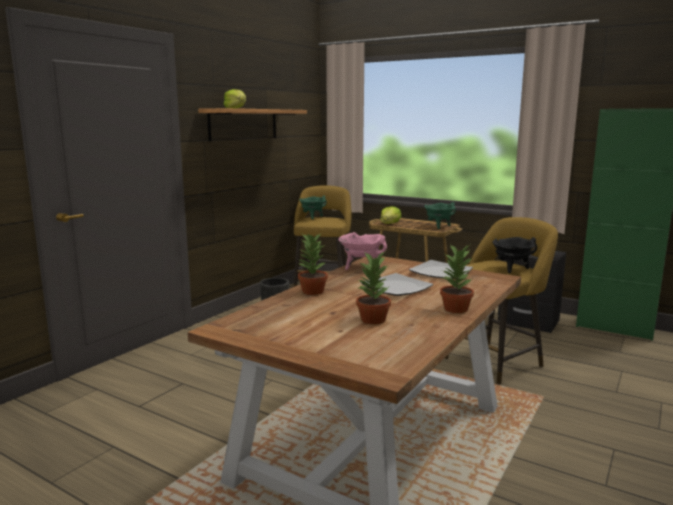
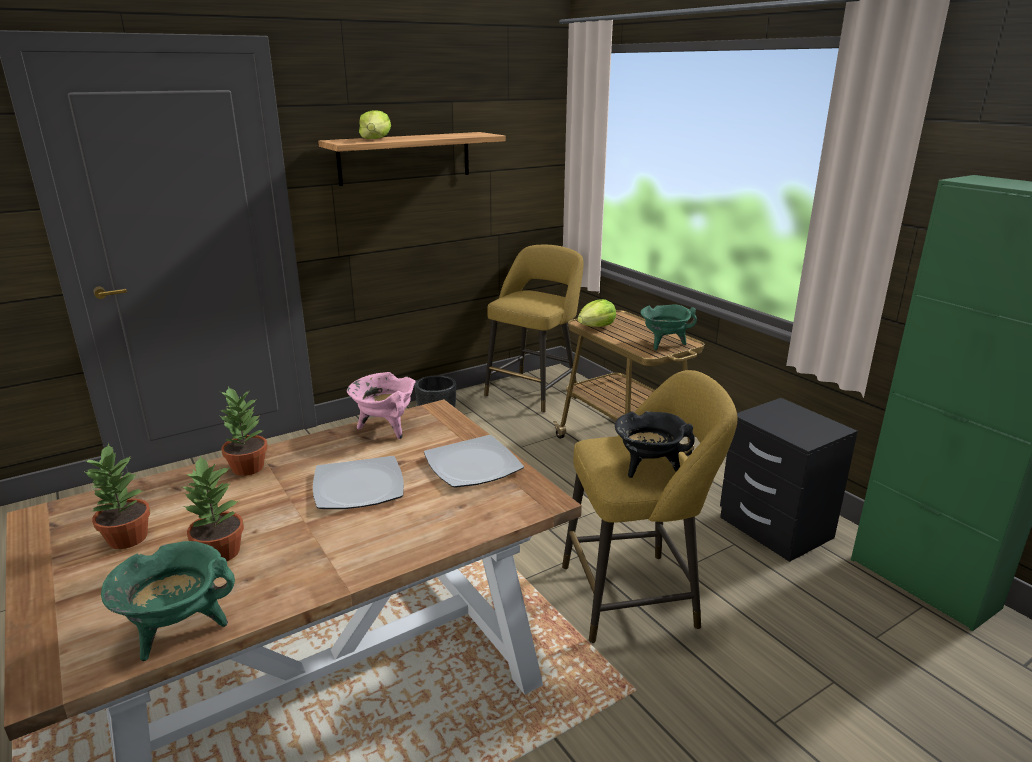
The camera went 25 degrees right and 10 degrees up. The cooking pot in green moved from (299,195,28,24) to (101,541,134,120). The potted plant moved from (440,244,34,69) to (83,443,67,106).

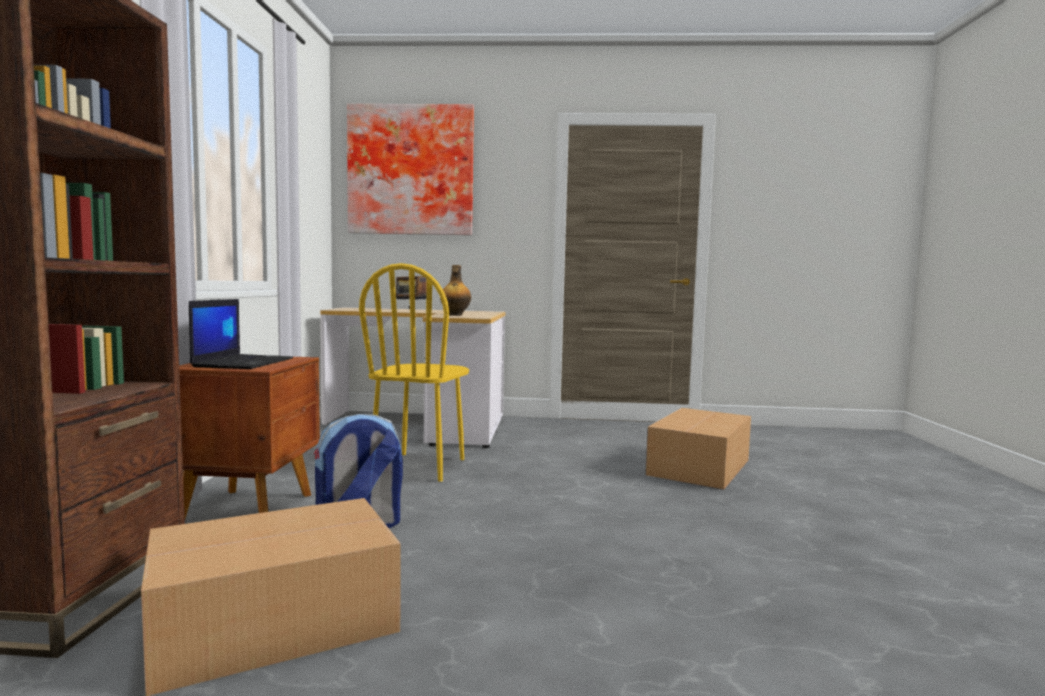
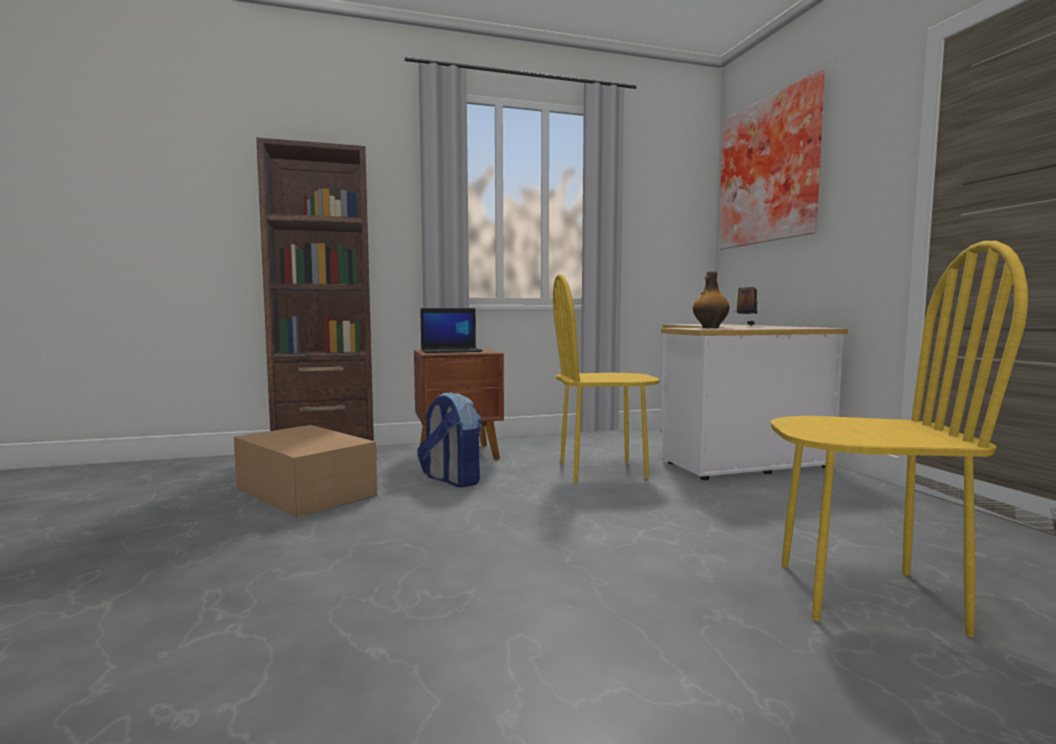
The camera went 70 degrees right and 0 degrees up. The cardboard box at (646,408,105,82) was replaced by the chair in yellow at (770,241,258,396).

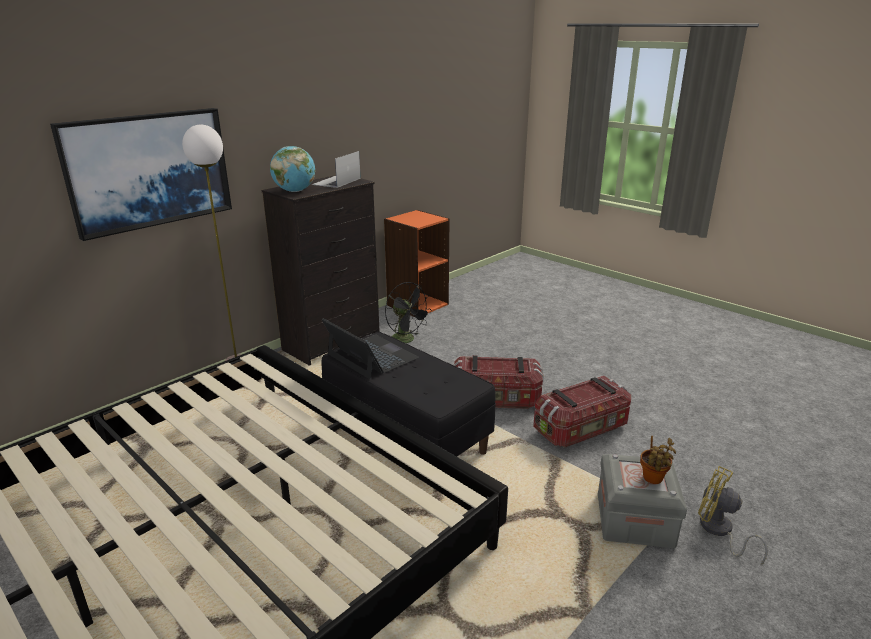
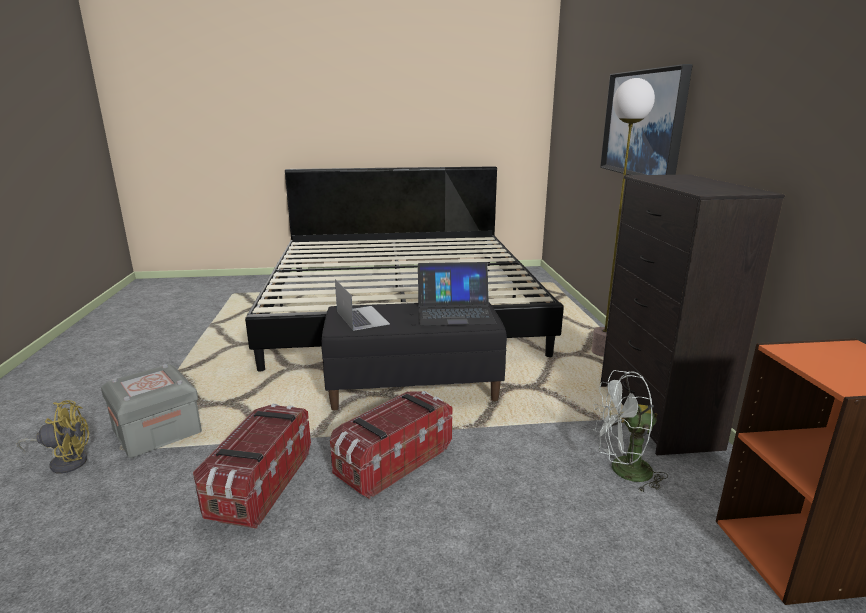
The camera went 130 degrees right and 5 degrees down. The globe at (270,146,45,46) disappeared. The potted plant at (640,436,36,48) disappeared. The laptop moved from (312,151,49,37) to (335,279,55,52). The fan in black at (385,282,47,61) became the fan in white at (593,370,75,122).

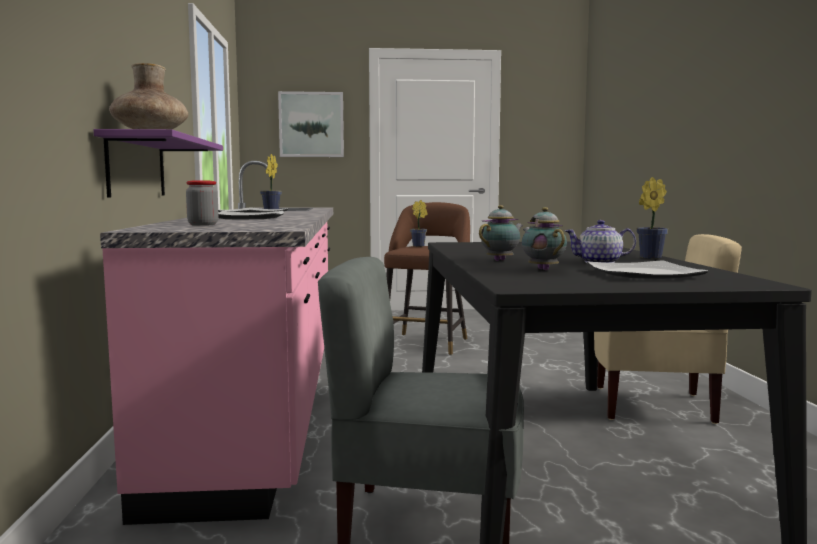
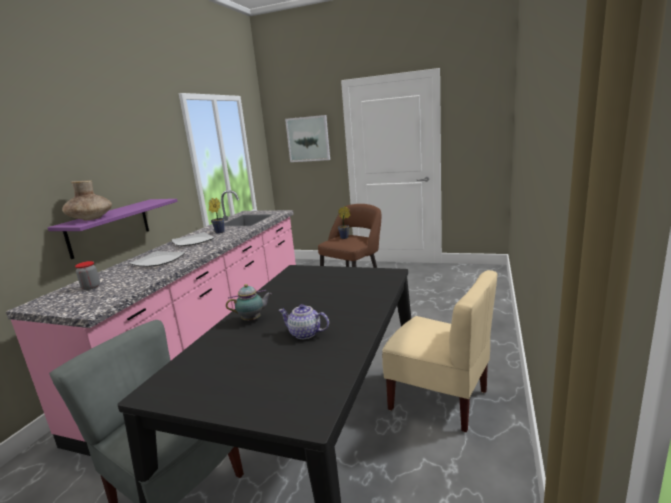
The camera went 25 degrees right and 10 degrees up. The teapot at (522,207,45,63) disappeared. The plate at (587,260,122,19) disappeared. The potted plant at (637,177,31,82) disappeared.

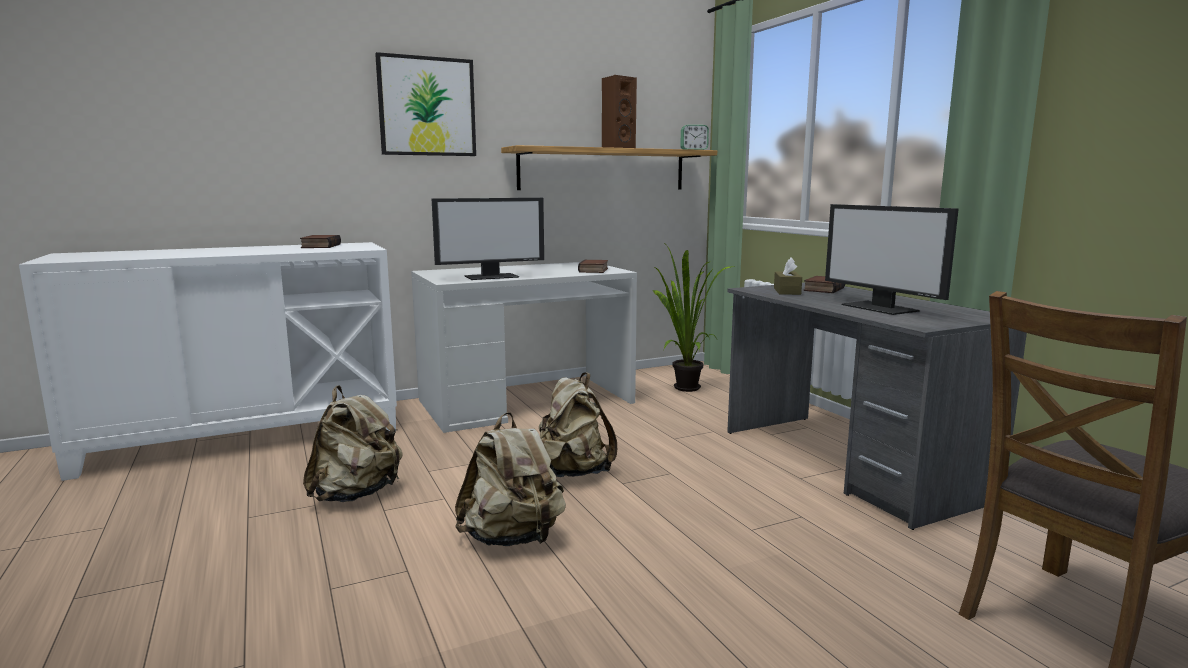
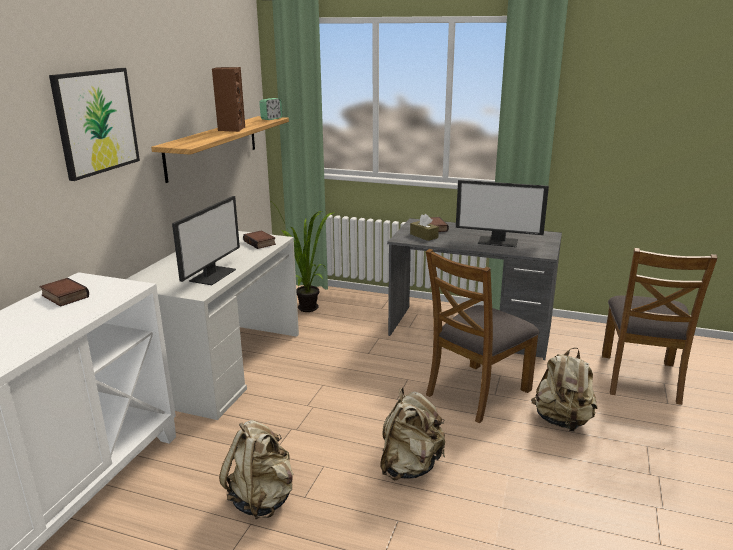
The camera went 45 degrees left and 10 degrees up. The chair in brown at (426,249,114,174) appeared. The backpack in beige moved from (539,372,78,105) to (531,347,67,84).

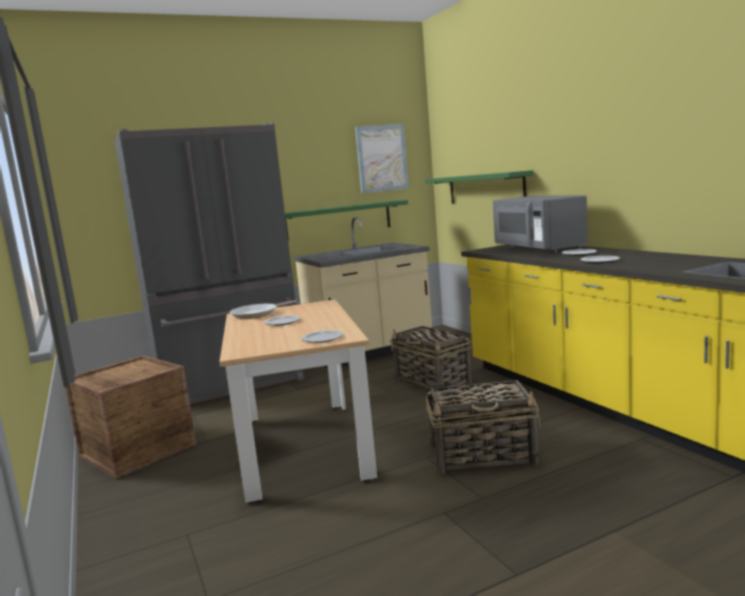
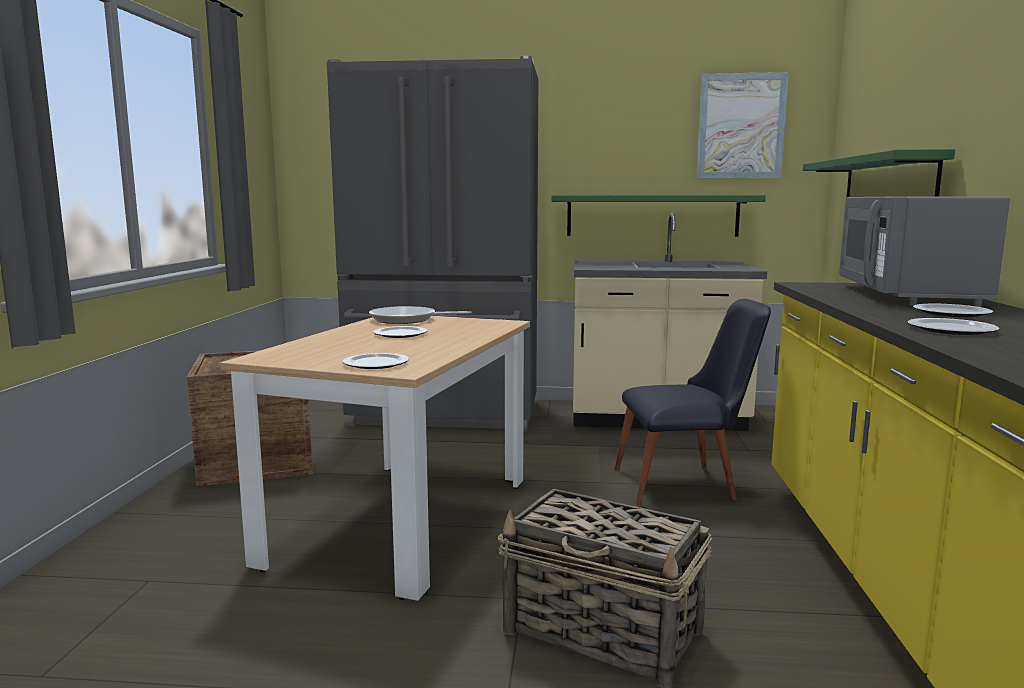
The camera went 30 degrees right and 0 degrees up. The basket at (390,326,82,63) was replaced by the chair in black at (615,299,156,206).

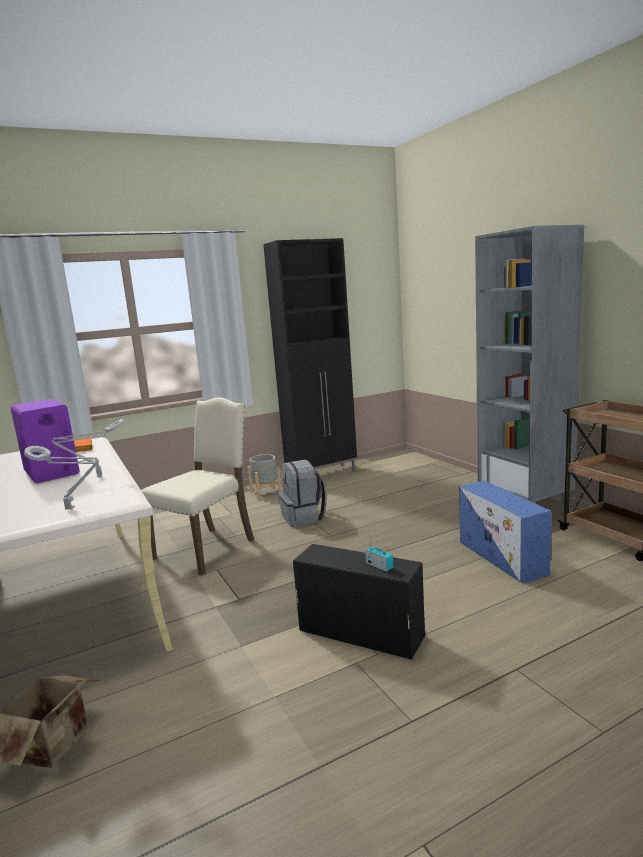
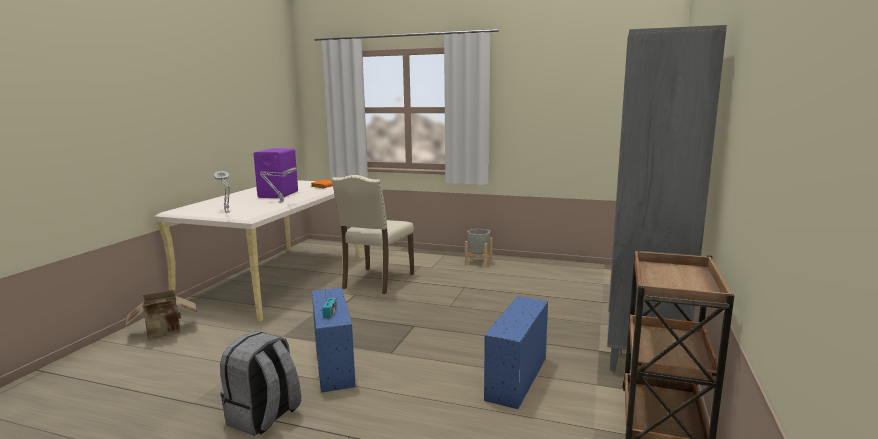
The camera went 45 degrees right and 0 degrees up. The cabinet in black at (263,238,94,234) disappeared. The backpack in grey moved from (278,459,49,68) to (220,331,81,105). The storage box in black at (293,544,132,116) became the storage box in blue at (312,287,43,106). The chair in beige at (141,398,113,177) turned 120 degrees clockwise.

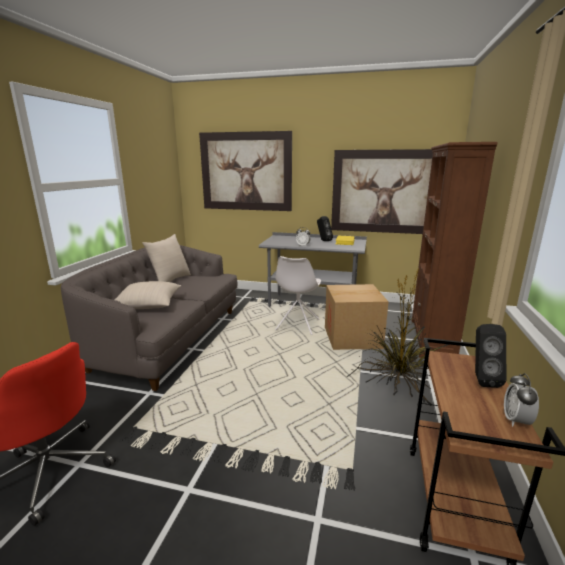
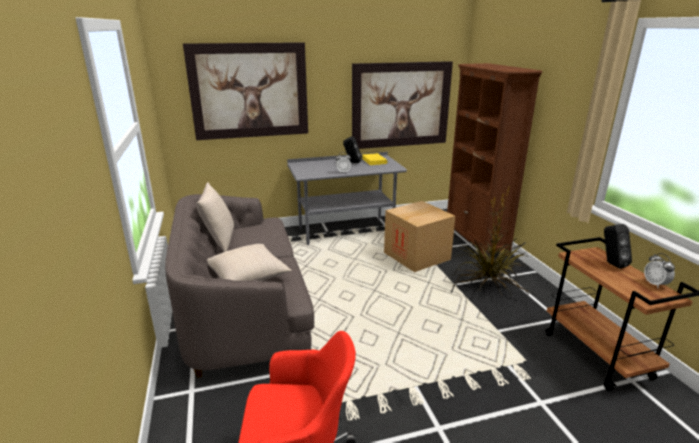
The camera went 30 degrees left and 5 degrees up. The chair in white at (275,256,46,79) disappeared.

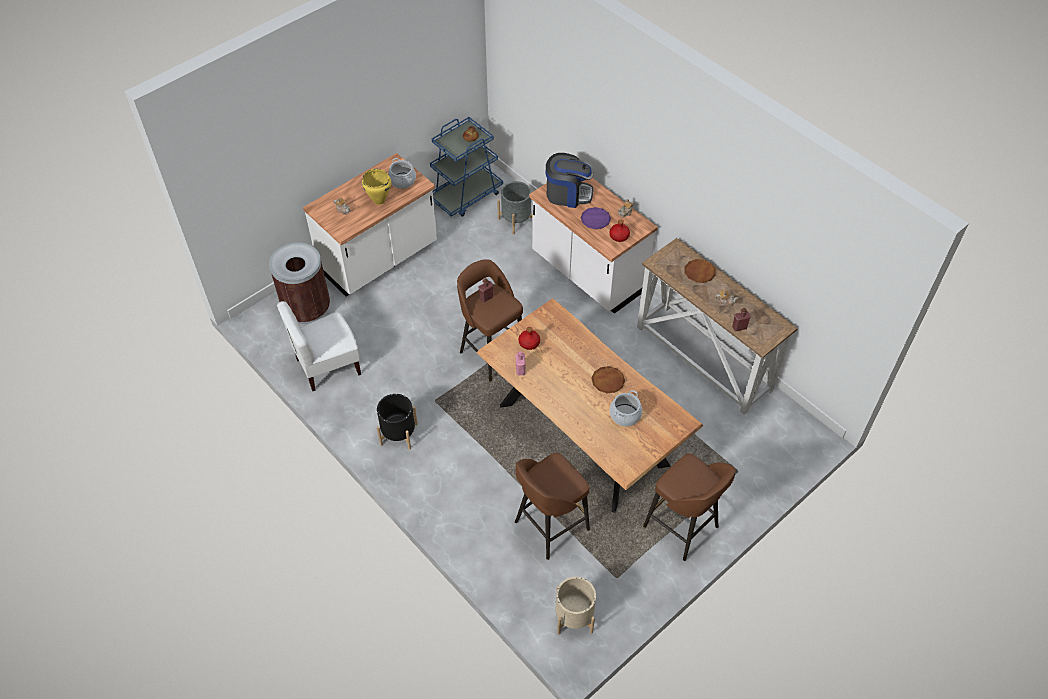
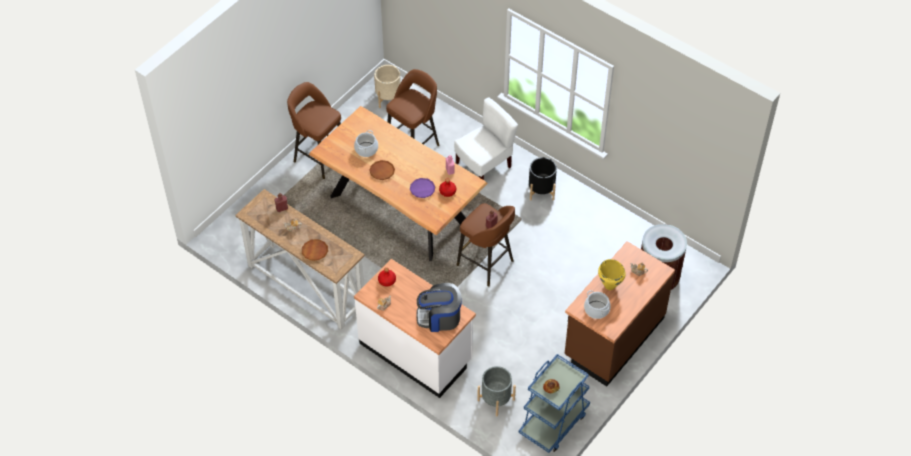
The camera went 170 degrees right and 0 degrees up. The chair in white moved from (277,301,84,90) to (454,97,64,83). The plate in purple moved from (581,207,30,22) to (410,178,25,20). The counter in white at (303,153,134,144) became the counter in brown at (565,241,110,145).

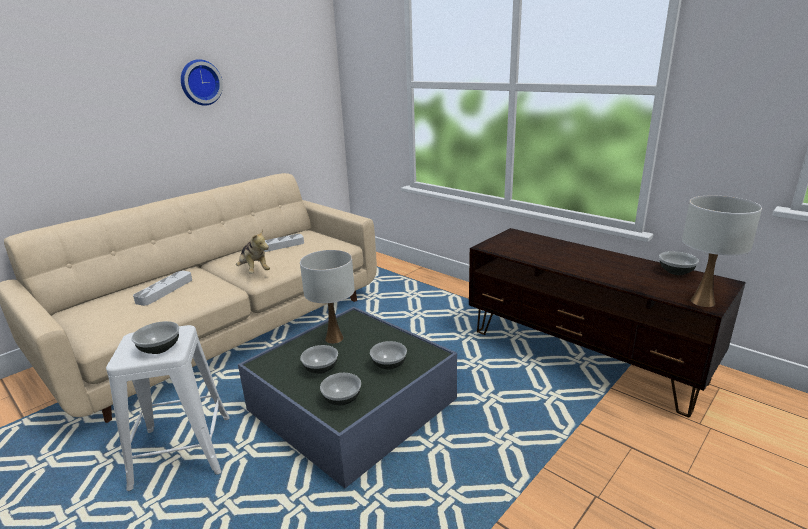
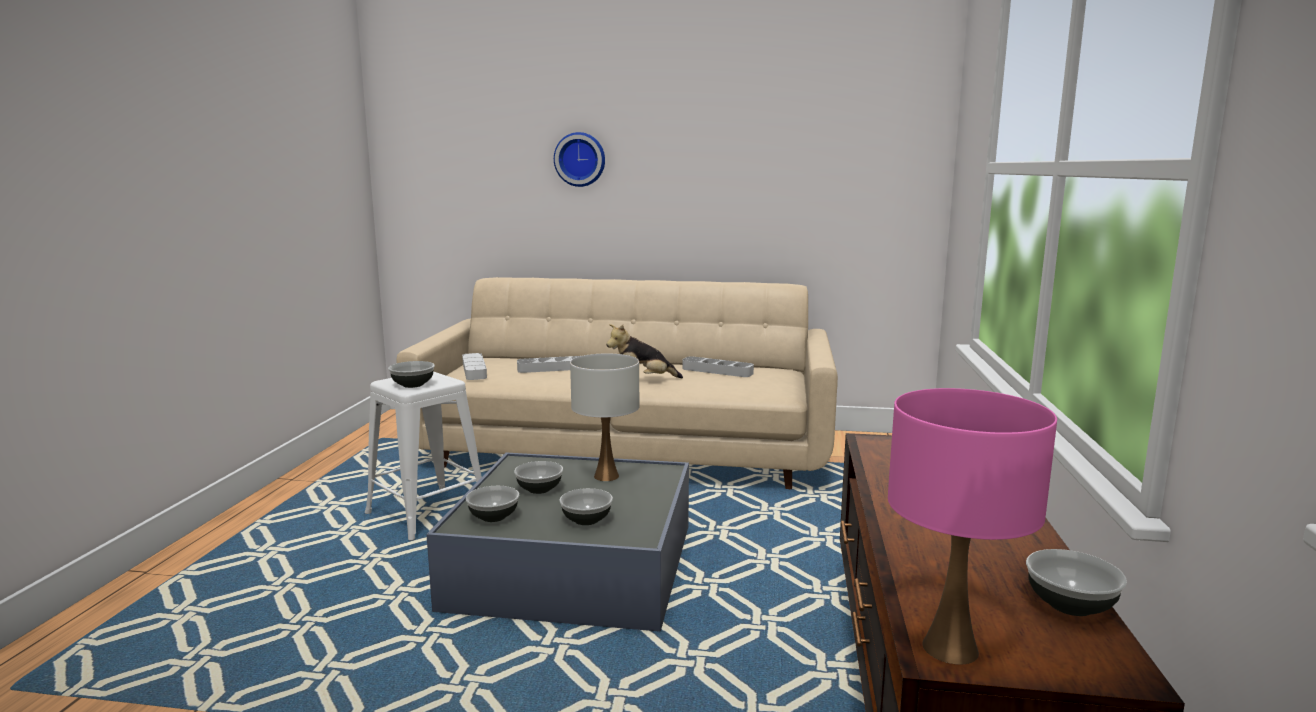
The camera went 55 degrees right and 10 degrees down. The tray in grey at (462,353,25,27) appeared. The wall clock moved from (181,59,42,47) to (554,132,51,55). The table lamp in white at (682,195,80,112) became the table lamp in pink at (888,388,169,277). The plush toy at (236,229,34,45) turned 60 degrees clockwise.

